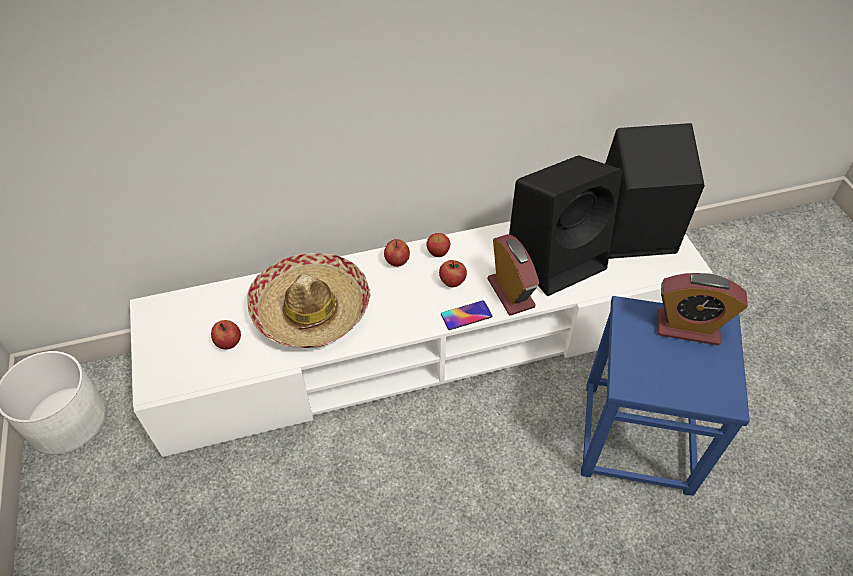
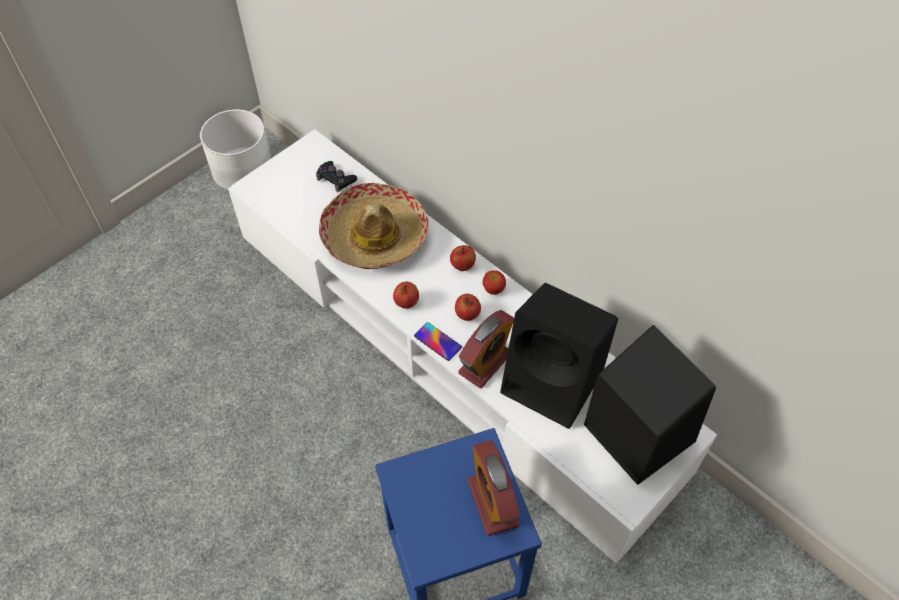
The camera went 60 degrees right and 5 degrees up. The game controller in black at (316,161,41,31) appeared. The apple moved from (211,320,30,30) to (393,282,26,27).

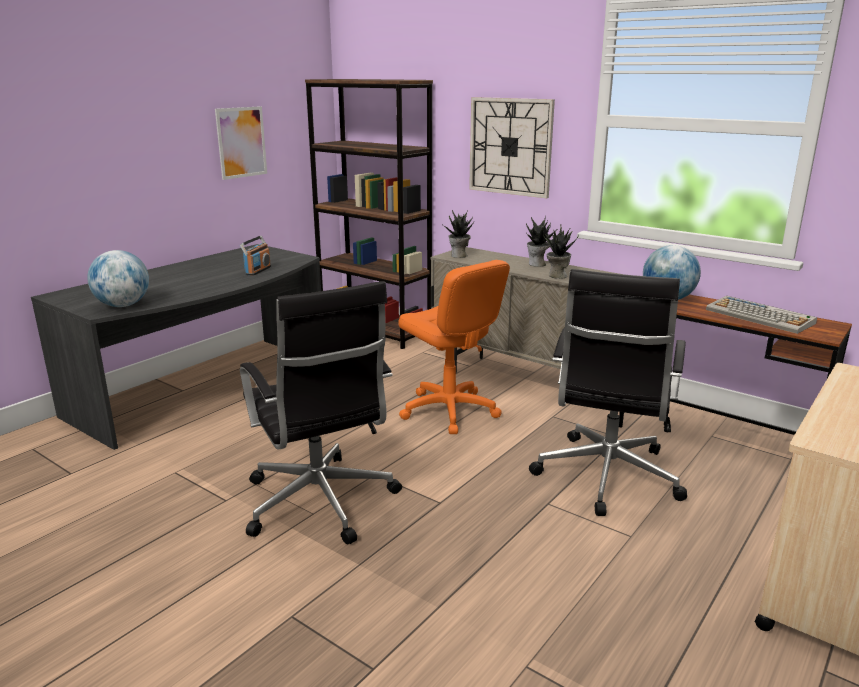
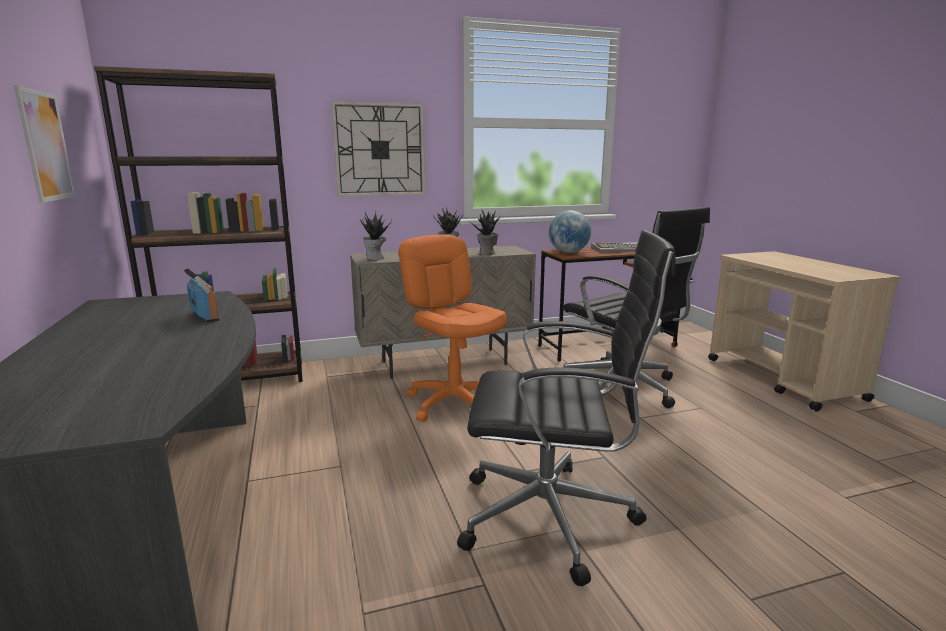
The camera went 55 degrees left and 5 degrees down. The globe at (87,250,62,57) disappeared. The office chair in orange at (398,260,112,174) turned 120 degrees counterclockwise.

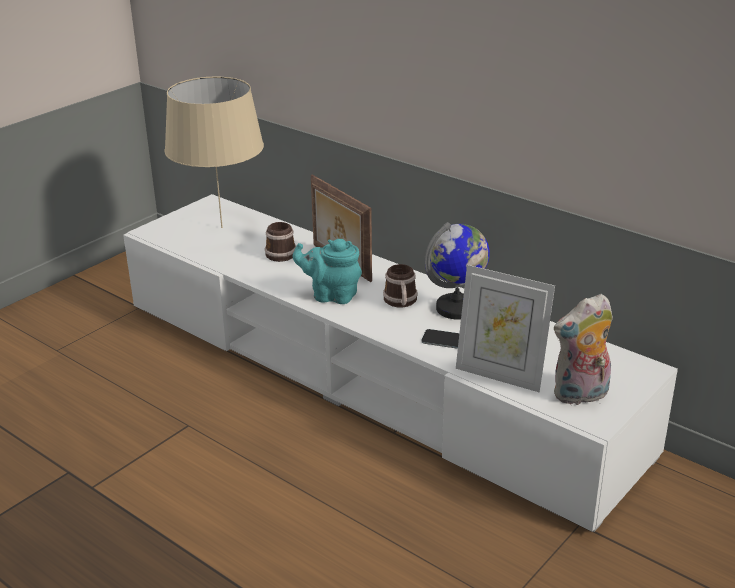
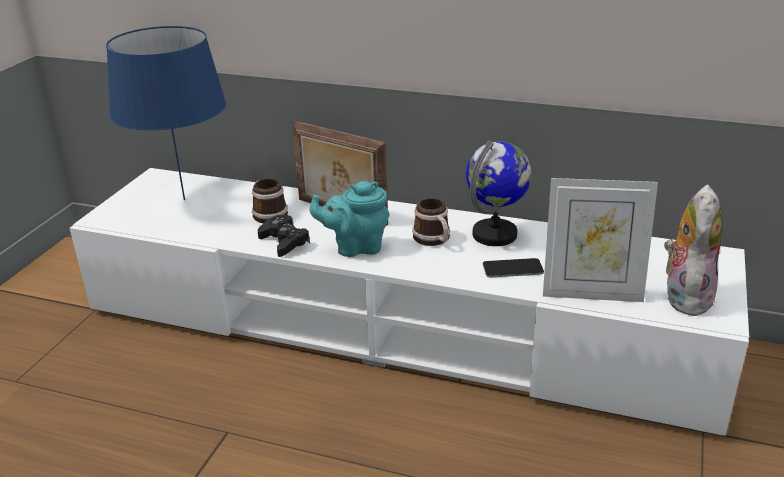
The camera went 20 degrees left and 0 degrees up. The game controller in black at (258,215,52,42) appeared. The table lamp in beige at (164,77,100,151) became the table lamp in blue at (106,26,120,174). The plush toy at (554,294,59,112) turned 150 degrees clockwise.

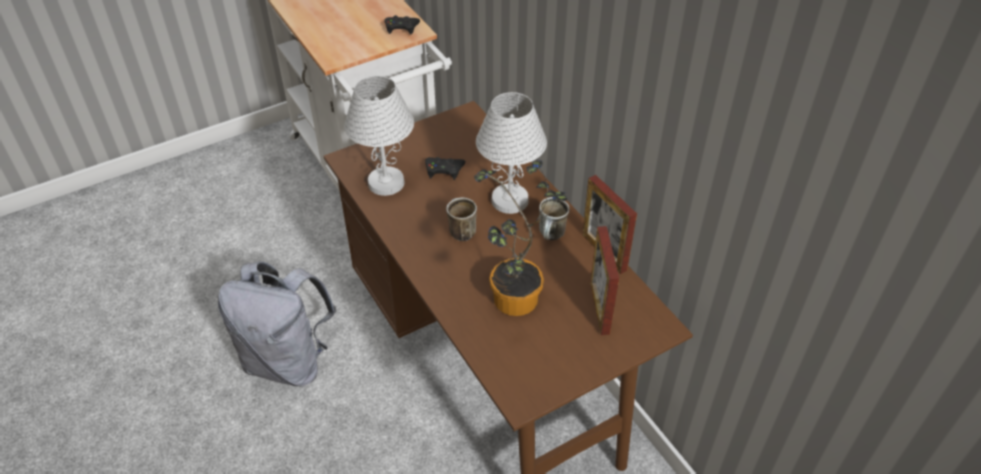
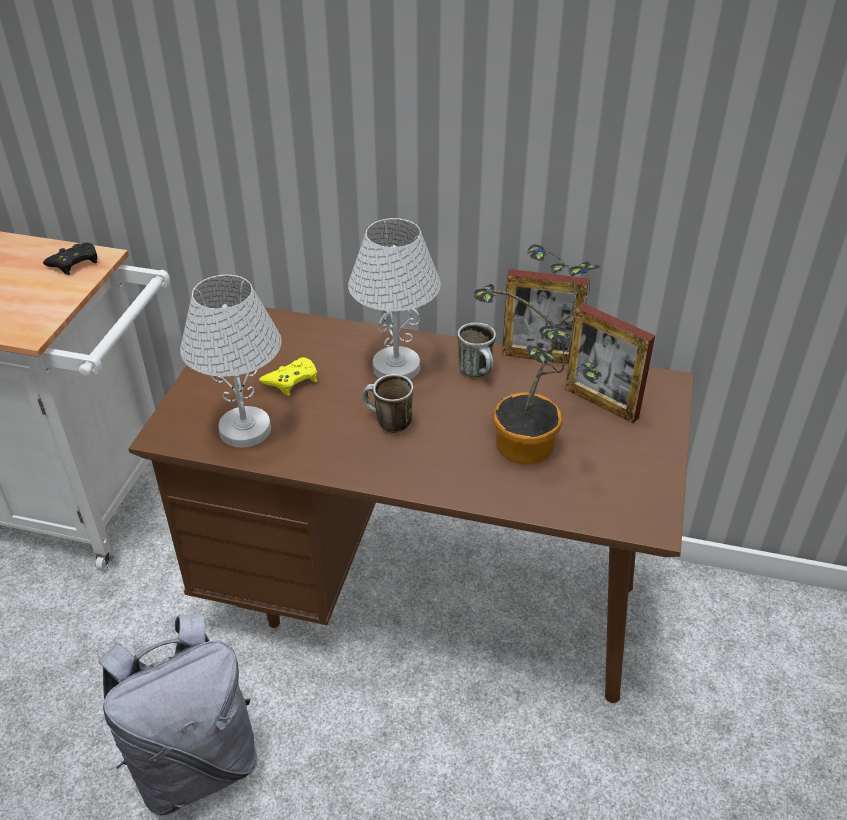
The camera went 45 degrees left and 5 degrees down. The game controller in black at (425,157,40,23) became the game controller in yellow at (259,357,58,39).

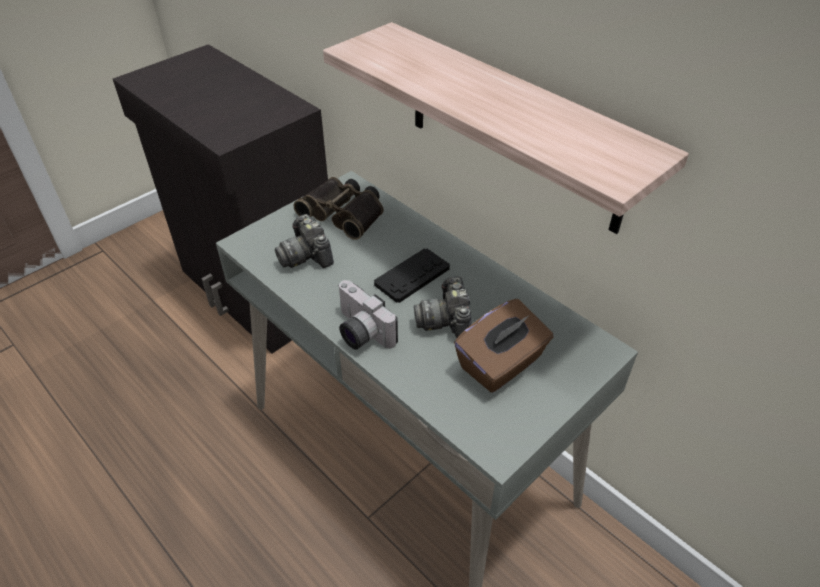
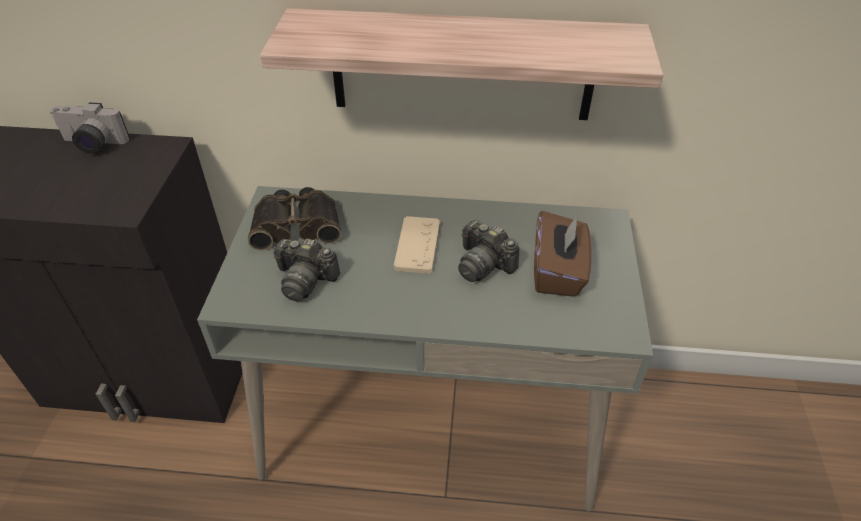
The camera went 40 degrees left and 0 degrees up. The photo camera moved from (338,280,60,70) to (50,102,80,52). The game controller in black at (374,248,76,55) became the game controller in beige at (394,216,46,58).

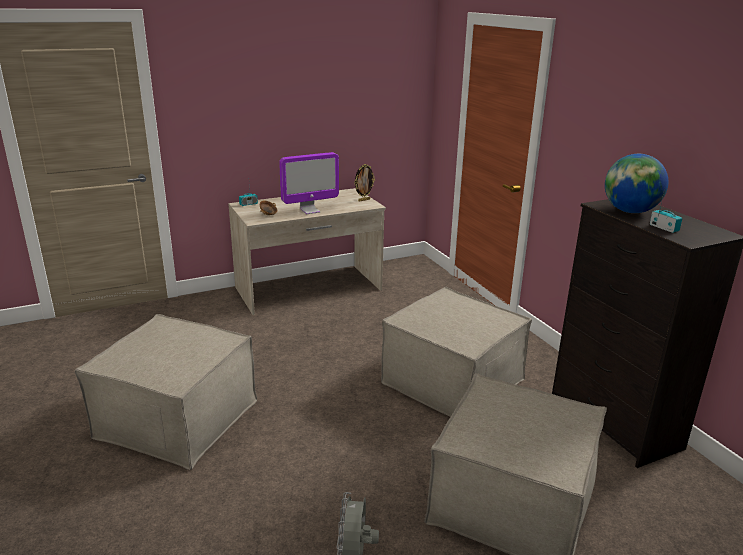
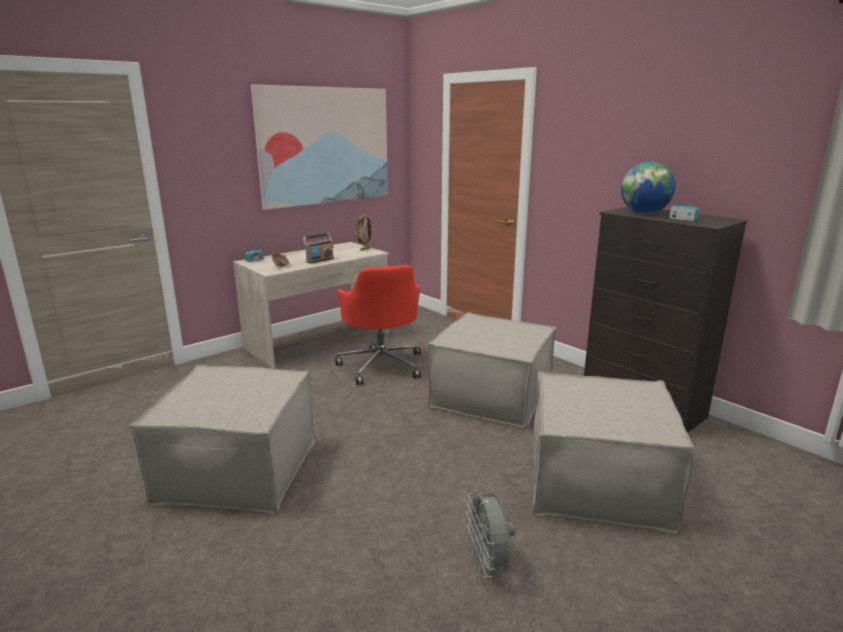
The camera went 15 degrees left and 5 degrees down. The picture at (251,84,137,126) appeared. The office chair in red at (335,265,86,120) appeared. The monitor at (279,152,60,62) was replaced by the radio at (303,233,31,31).

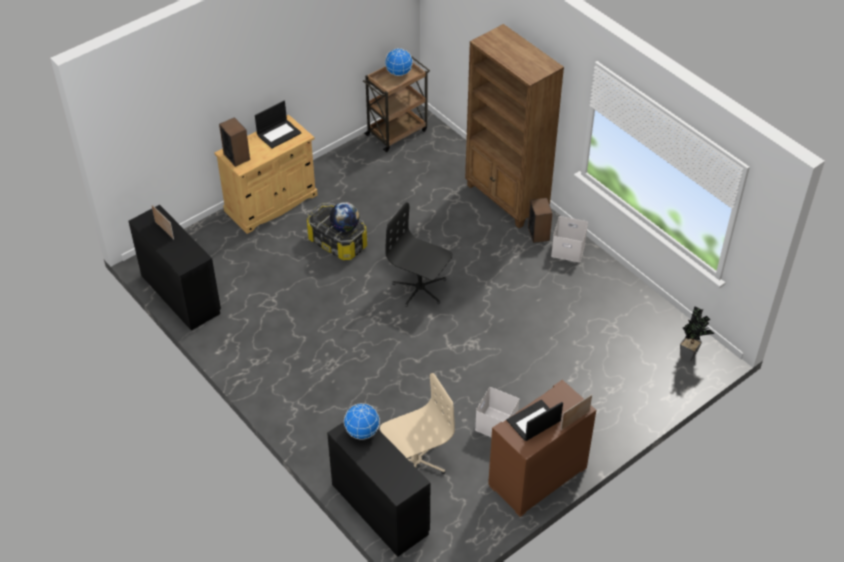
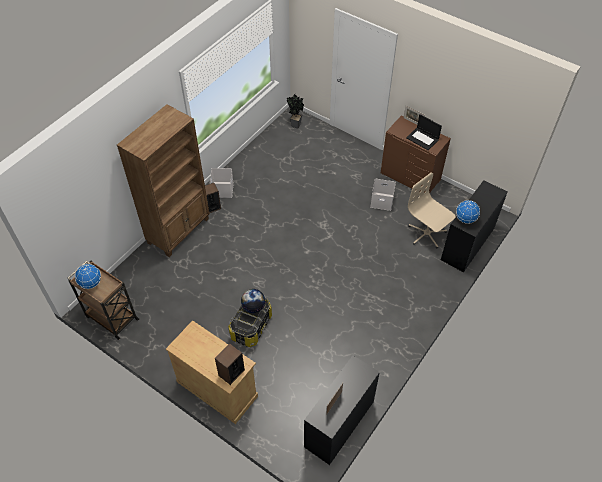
The camera went 105 degrees left and 5 degrees up. The laptop at (255,101,46,47) disappeared. The office chair in black at (385,202,68,105) disappeared.

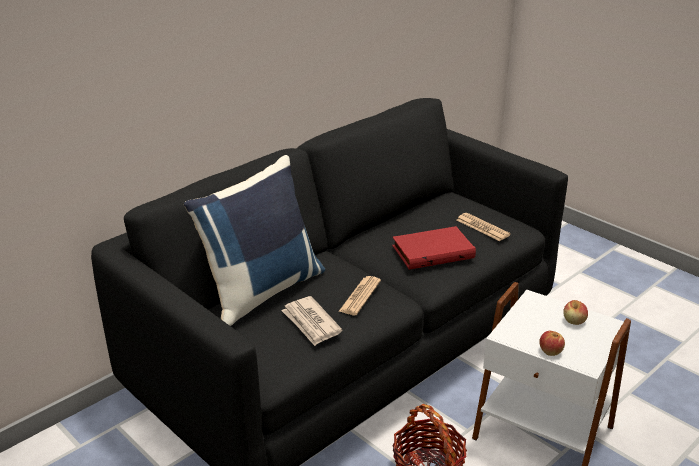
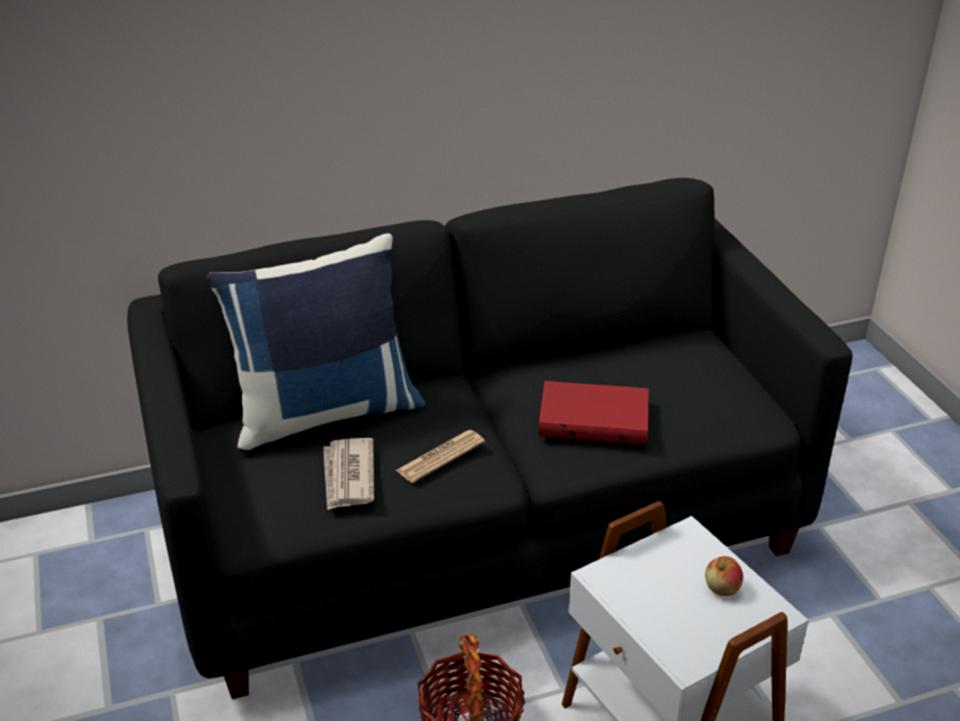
The camera went 25 degrees right and 5 degrees up. The newspaper at (457,213,54,28) disappeared. The apple at (539,331,26,25) disappeared.

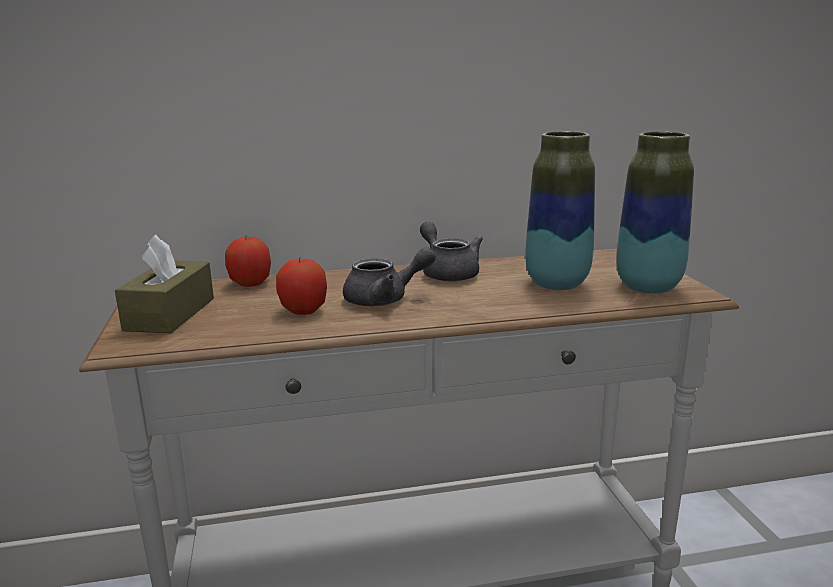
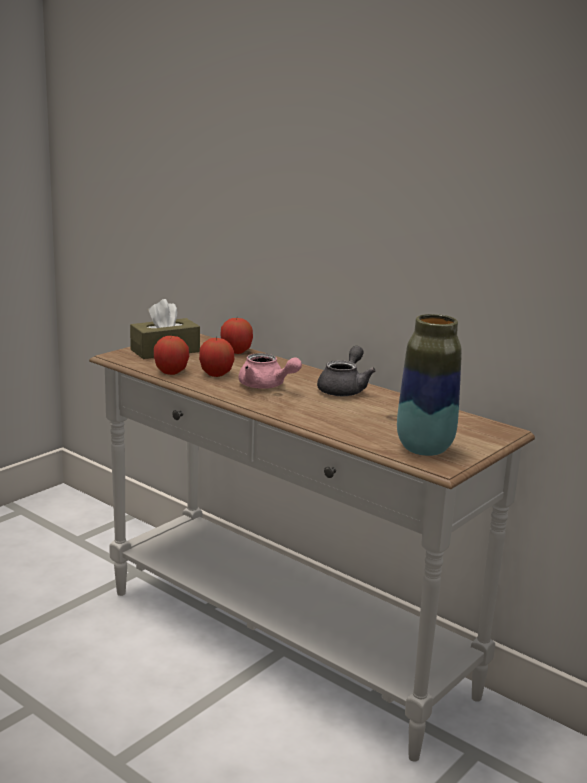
The camera went 50 degrees right and 0 degrees up. The vase at (525,131,70,159) disappeared. The apple at (154,336,35,39) appeared. The teapot in grey at (343,247,93,59) became the teapot in pink at (238,353,64,36).

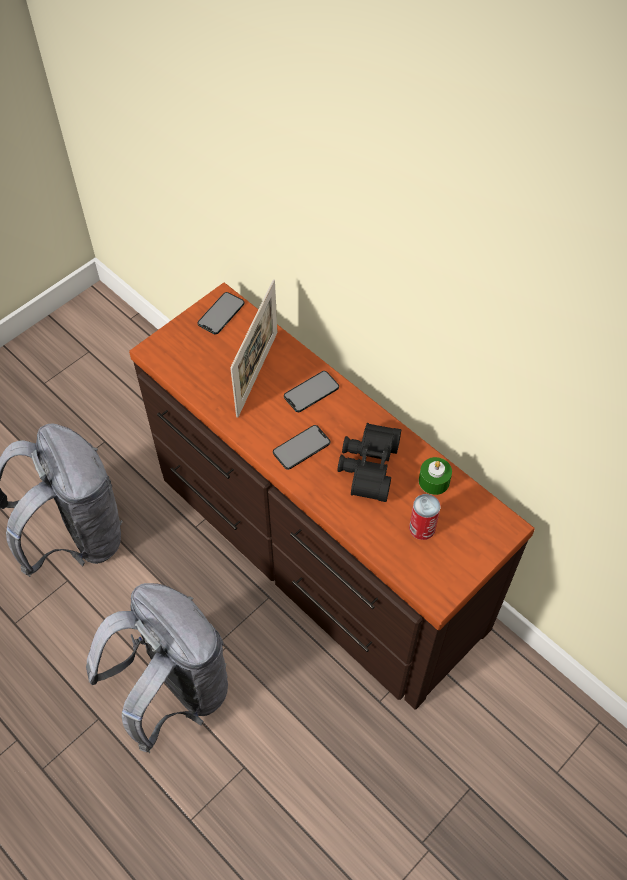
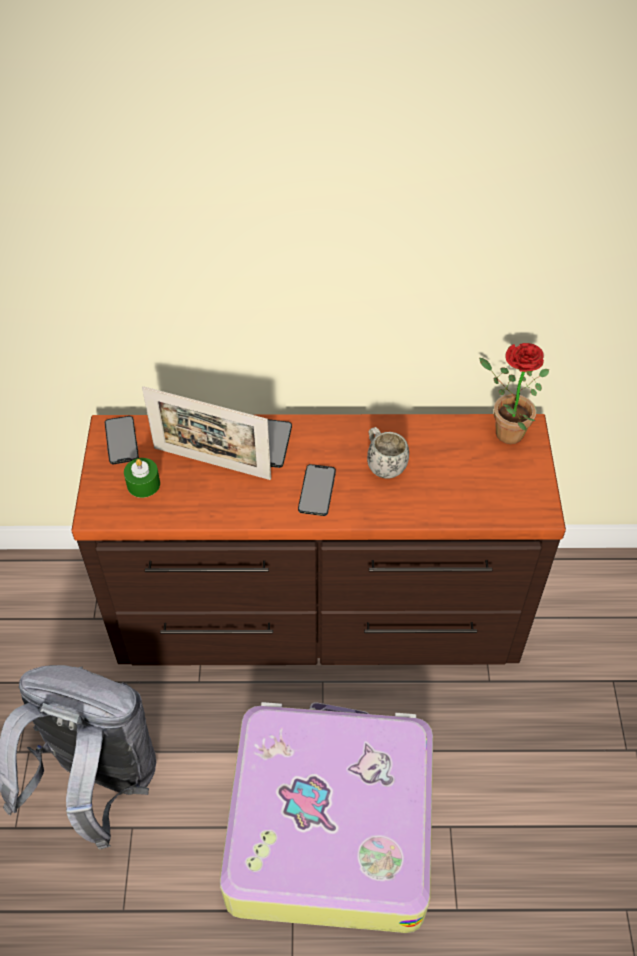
The camera went 45 degrees left and 5 degrees down. The can at (409,494,32,46) disappeared. The potted plant at (479,343,70,101) appeared. The candle in green moved from (419,457,33,38) to (124,458,36,40). The backpack in grey at (86,583,142,170) was replaced by the suitcase at (220,702,213,231). The binoculars in black at (337,423,64,79) was replaced by the mug in white at (367,427,42,52). The picture frame at (230,280,48,138) turned 135 degrees clockwise.

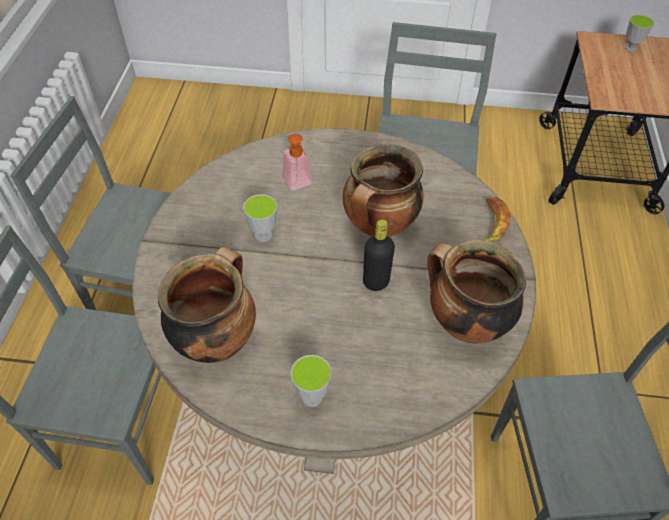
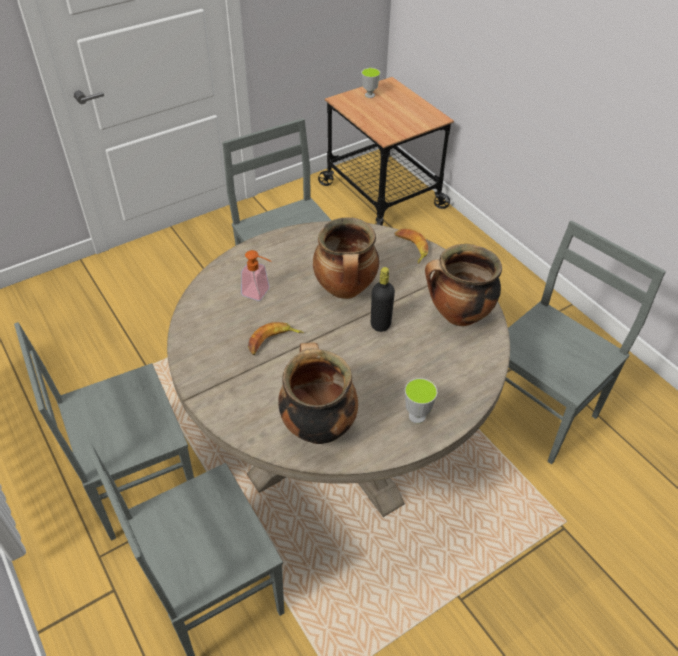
The camera went 40 degrees left and 5 degrees down. The cup at (243,194,34,48) was replaced by the banana at (248,322,56,33).

